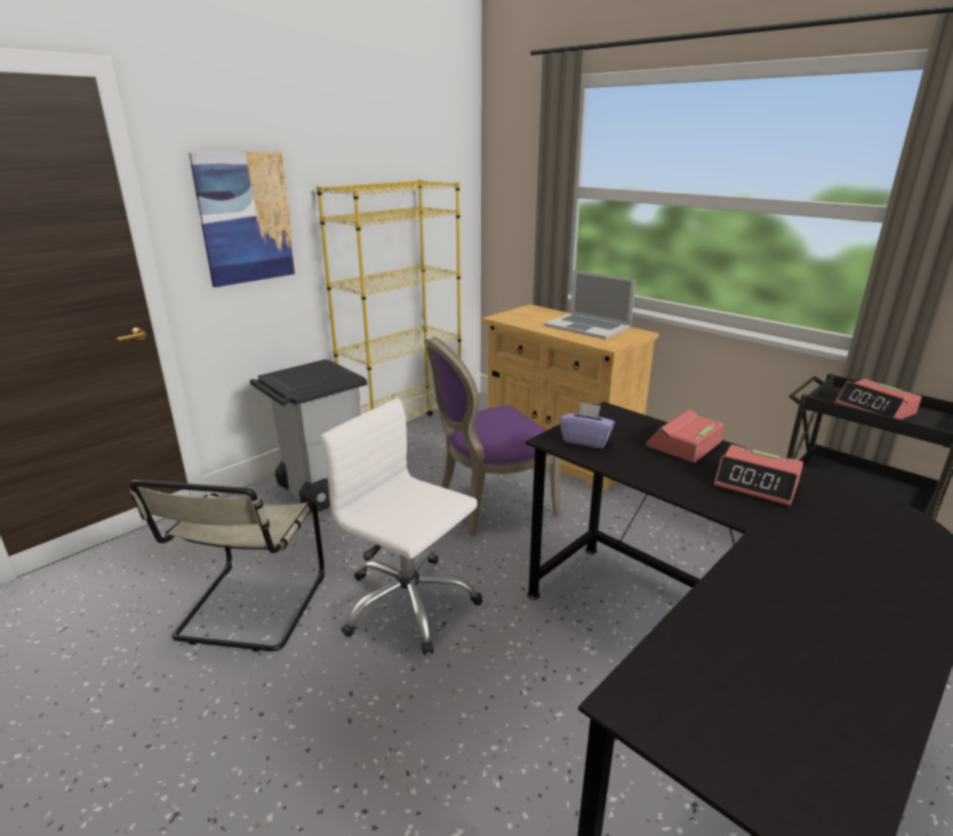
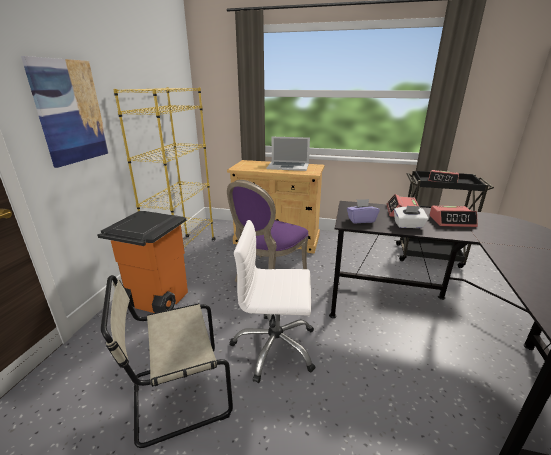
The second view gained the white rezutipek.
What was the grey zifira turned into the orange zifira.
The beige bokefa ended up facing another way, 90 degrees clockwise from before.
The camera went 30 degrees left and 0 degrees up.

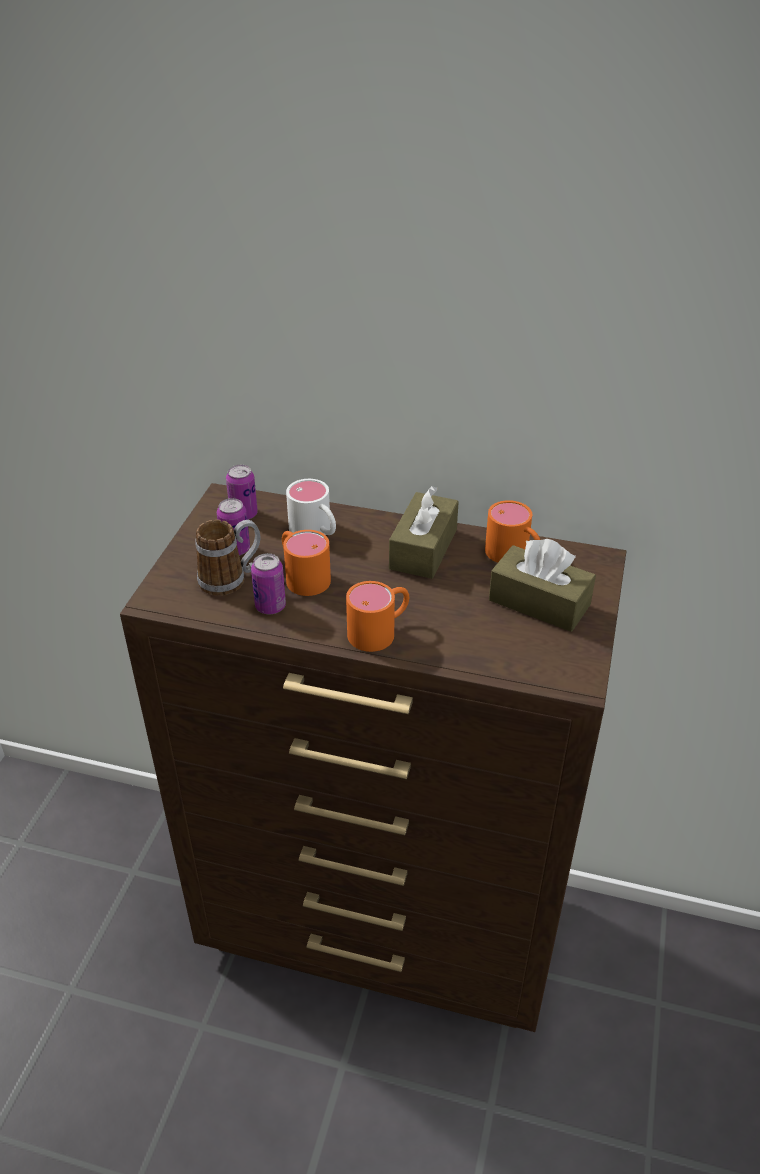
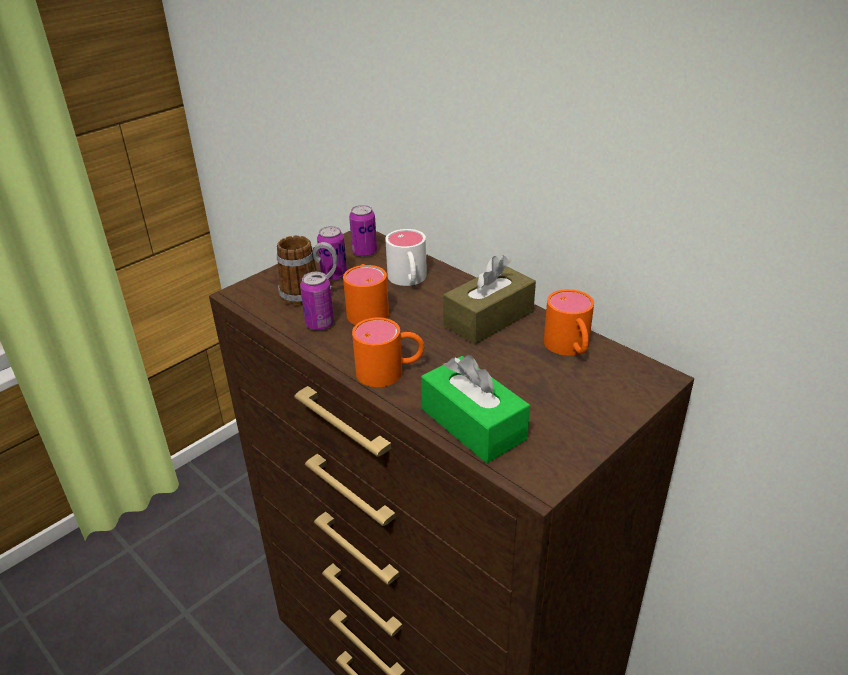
The second view lost the brown rezutipek (2nd from left).
The second view gained the green rezutipek.
The camera went 30 degrees right and 5 degrees down.

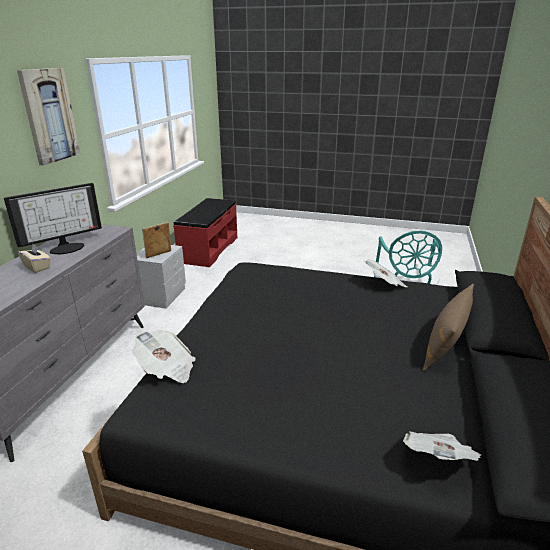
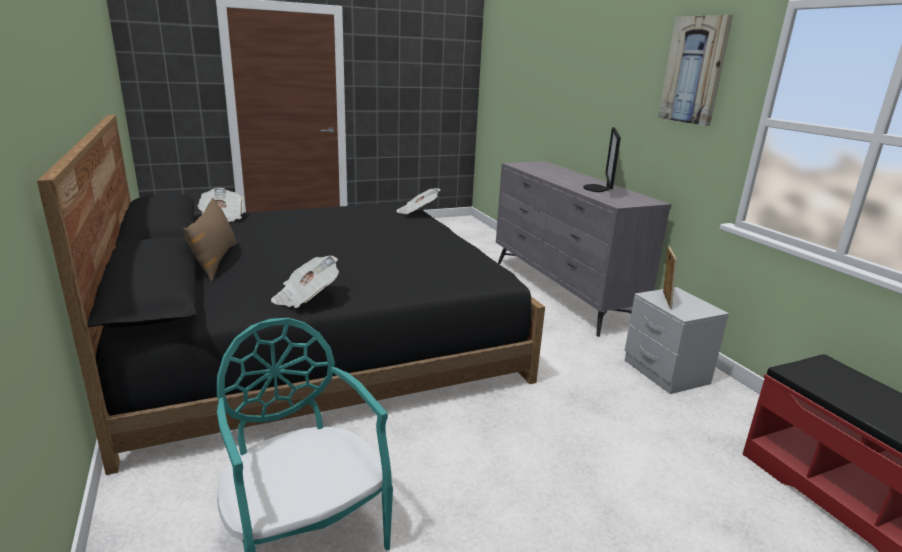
The second view lost the beige rezutipek.
The camera went 140 degrees right and 5 degrees down.

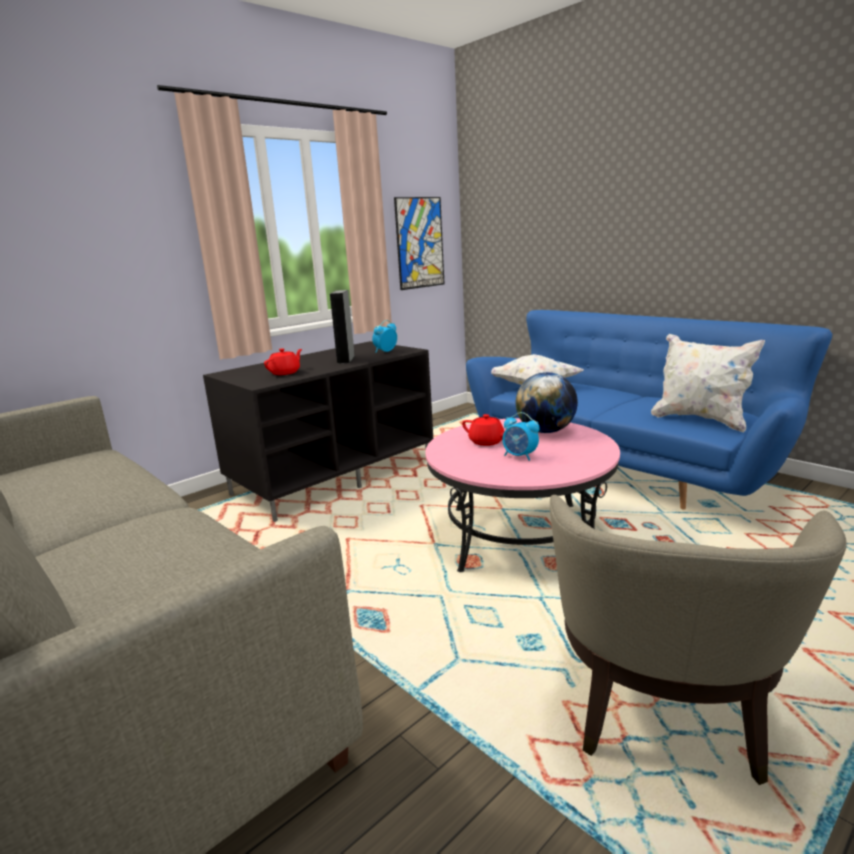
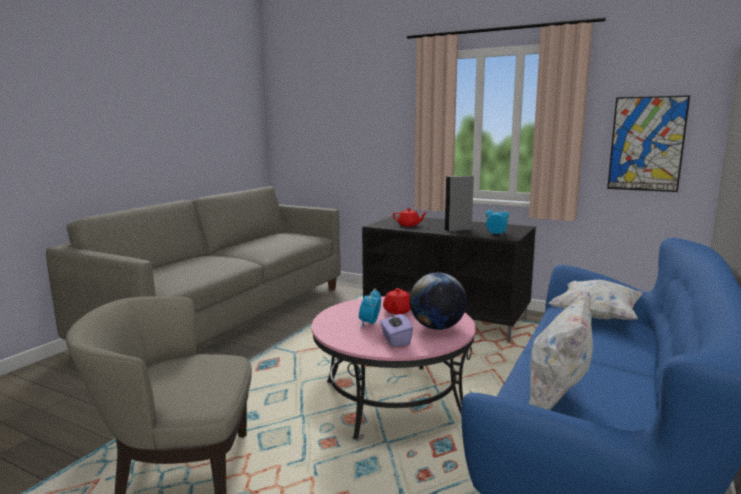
The second view gained the purple rezutipek.
The camera went 70 degrees right and 5 degrees down.

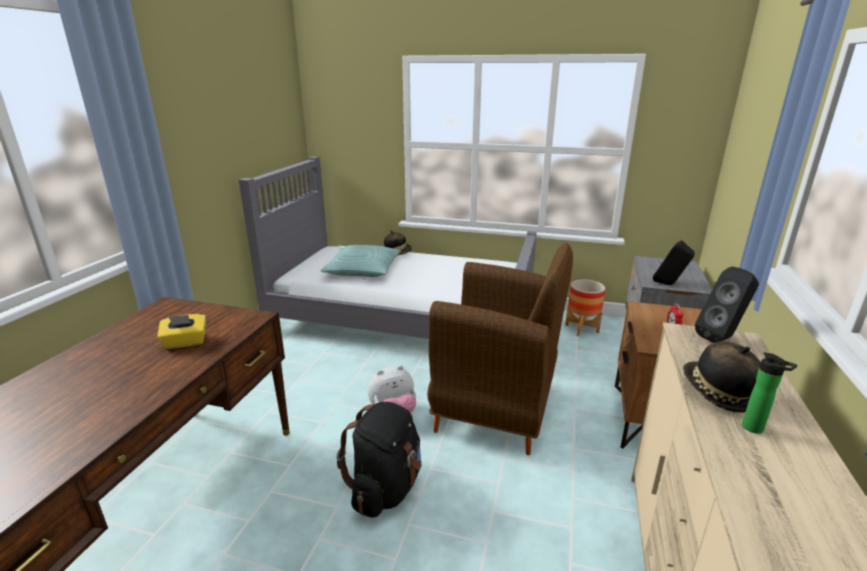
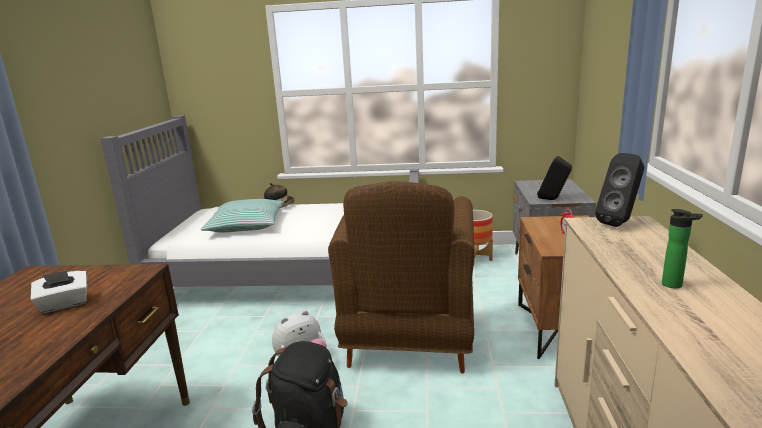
The second view lost the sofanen (2nd from left).
What was the yellow rezutipek turned into the white rezutipek.
The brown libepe ended up facing another way, 90 degrees clockwise from before.
The camera went 10 degrees left and 5 degrees down.

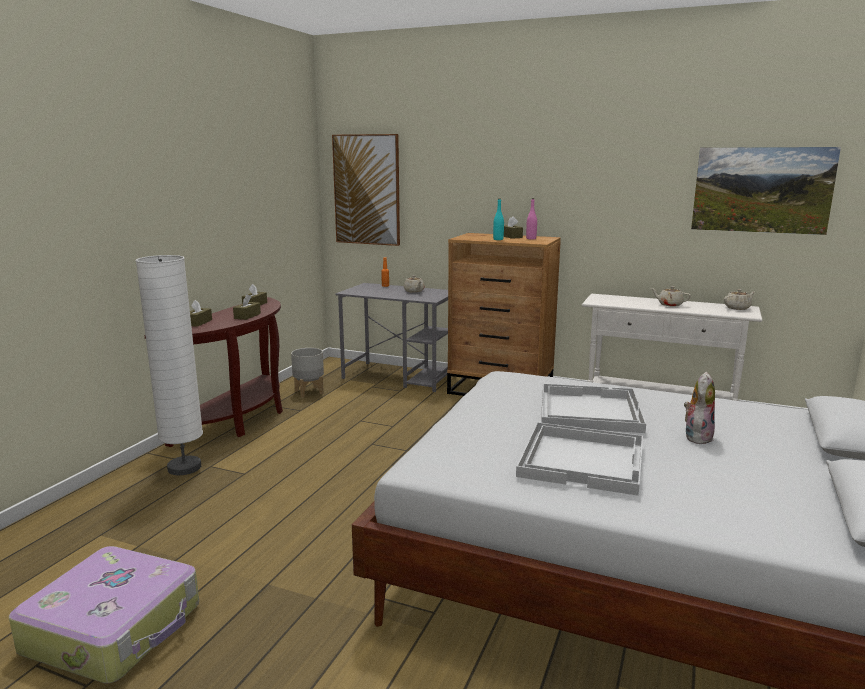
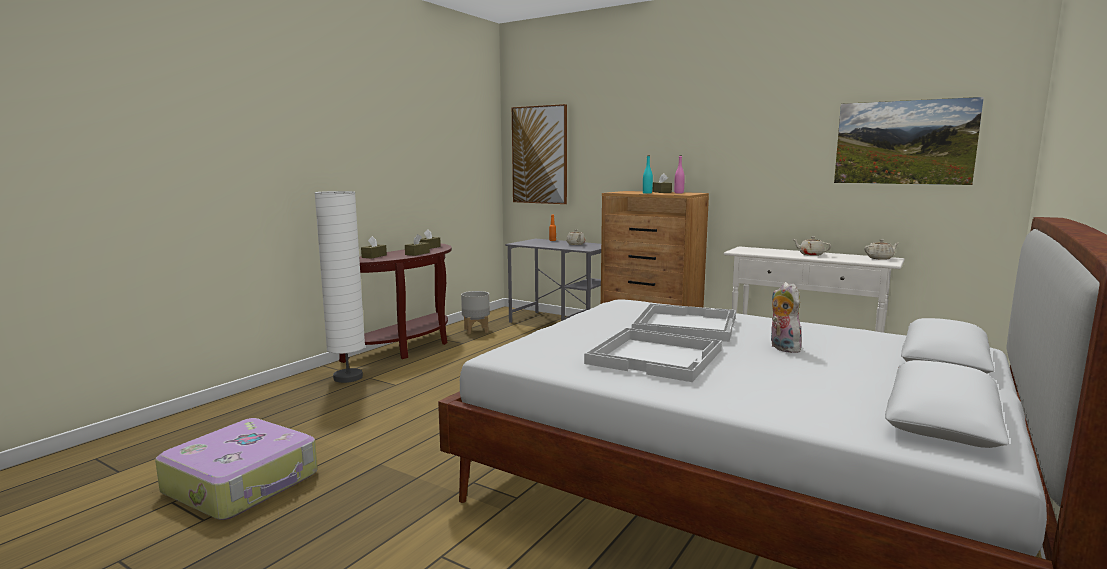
The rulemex ended up facing another way, 60 degrees counterclockwise from before.
The camera went 10 degrees right and 5 degrees down.

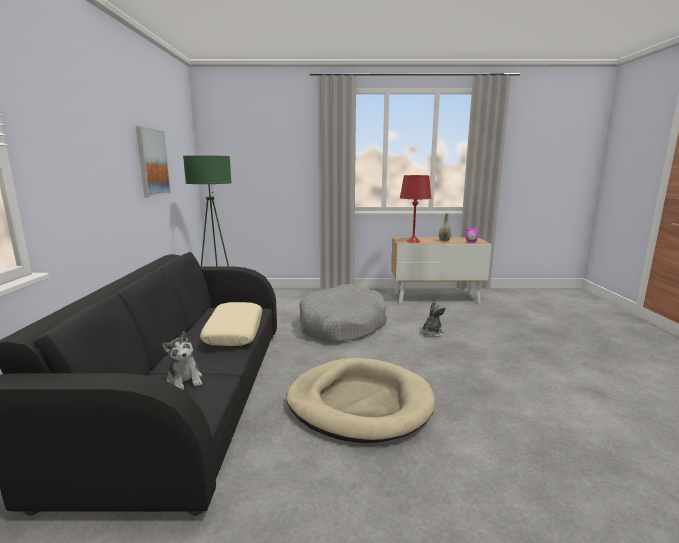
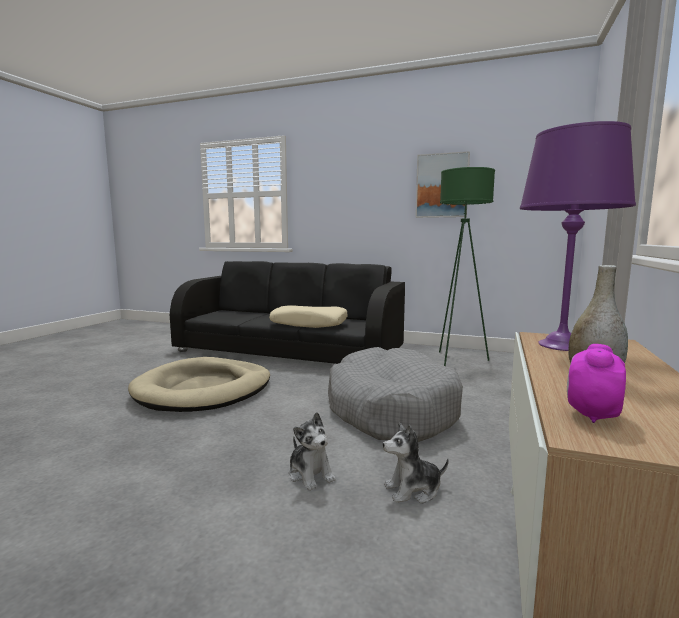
The rulemex (1st from left in the first image) ended up elsewhere.
What was the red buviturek turned into the purple buviturek.
The camera went 110 degrees right and 5 degrees down.

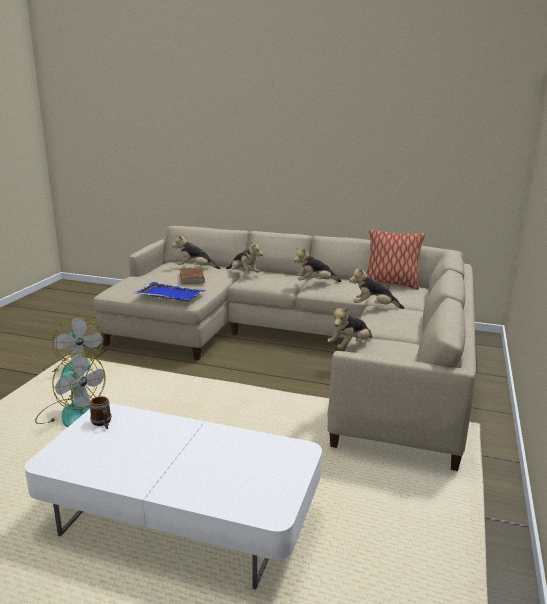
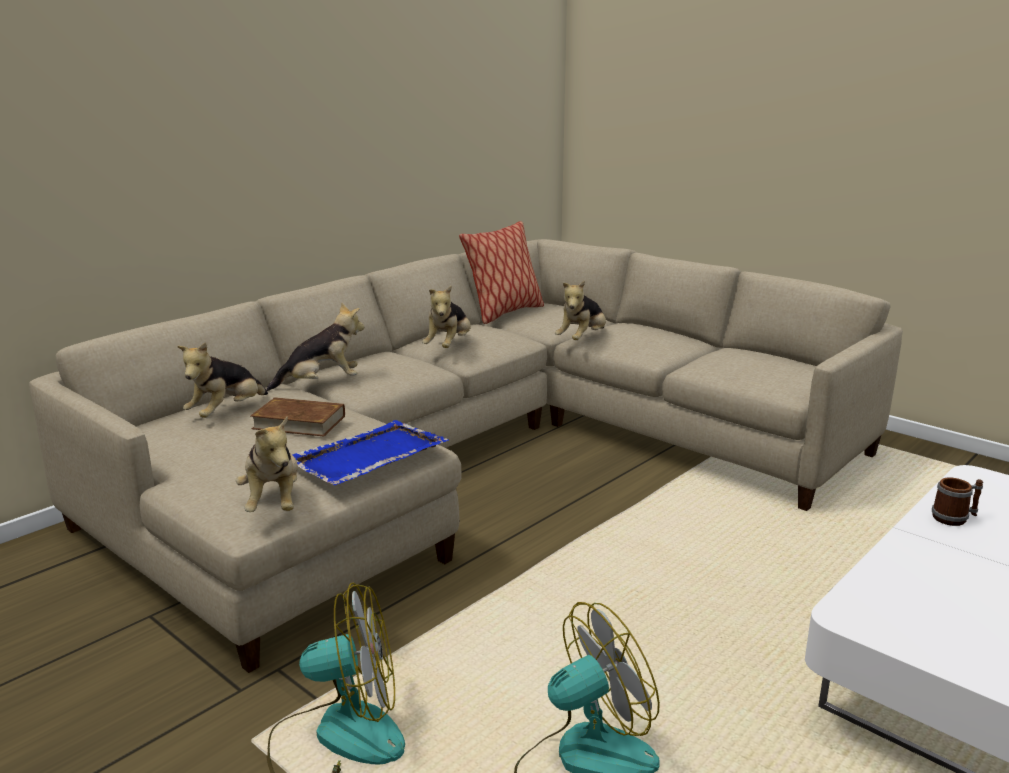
The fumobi ended up elsewhere.
The rulemex (4th from left in the first image) ended up elsewhere.
The camera went 65 degrees left and 0 degrees up.

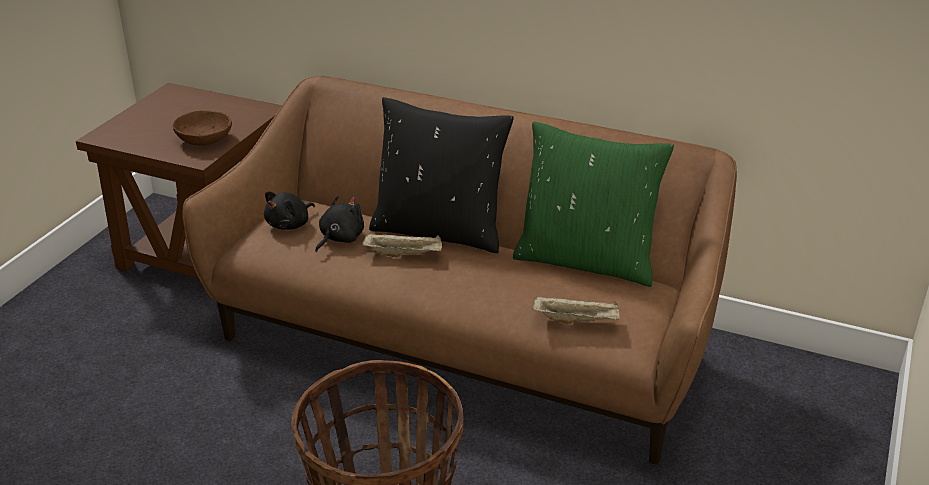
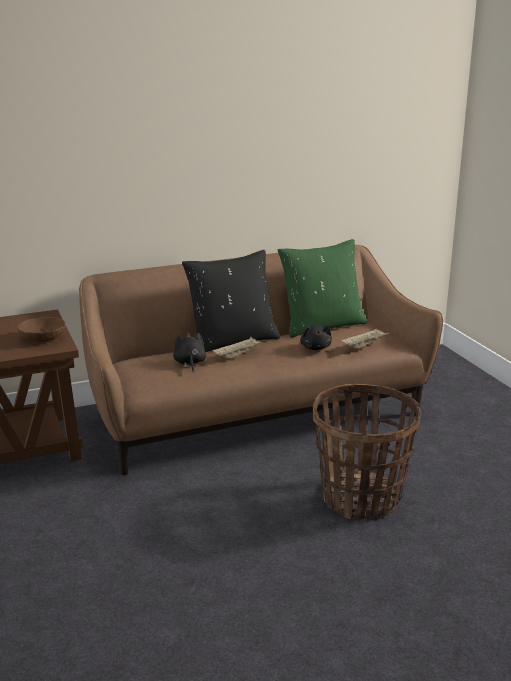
The black rulemex (1st from left in the first image) ended up elsewhere.
The camera went 45 degrees left and 10 degrees down.

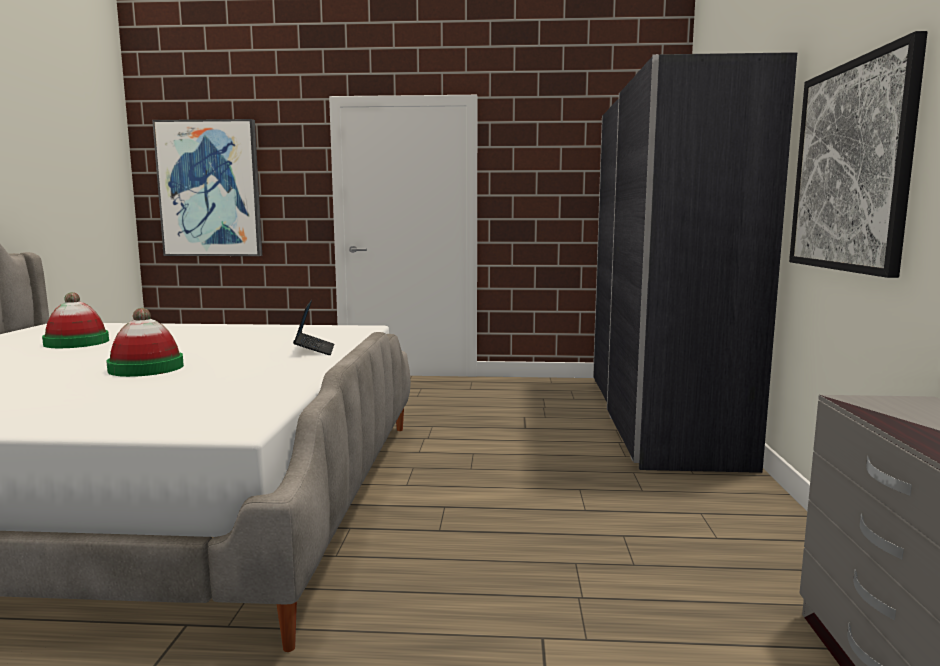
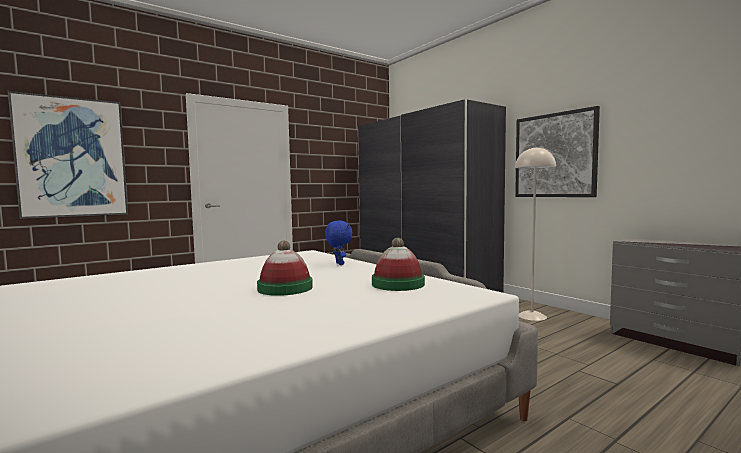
The second view gained the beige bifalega.
The sofanen (1st from left in the first image) ended up elsewhere.
Where the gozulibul stood, the blue rulemex came to stand.
The camera went 40 degrees left and 5 degrees down.

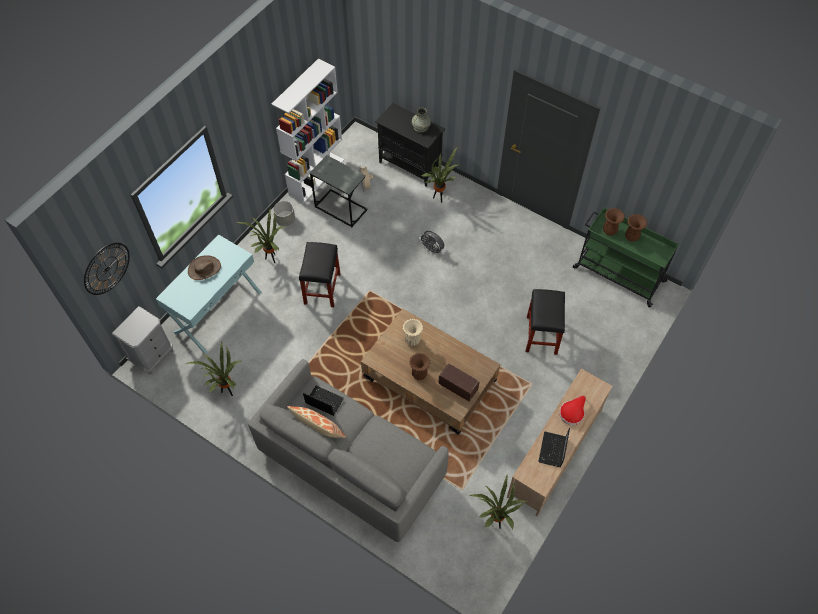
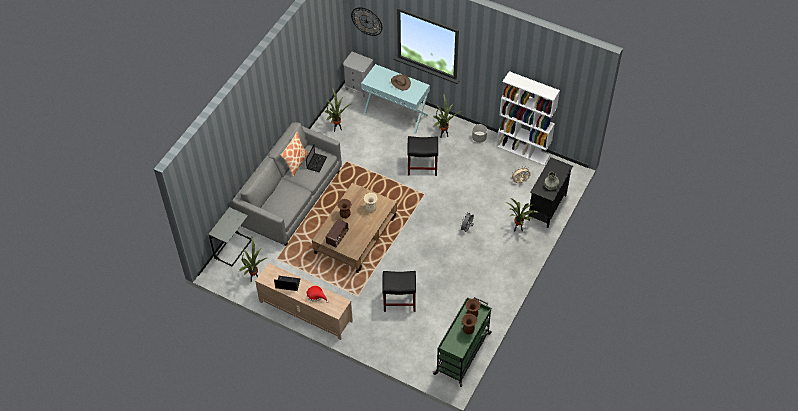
The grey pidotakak ended up elsewhere.
The camera went 85 degrees right and 5 degrees down.

